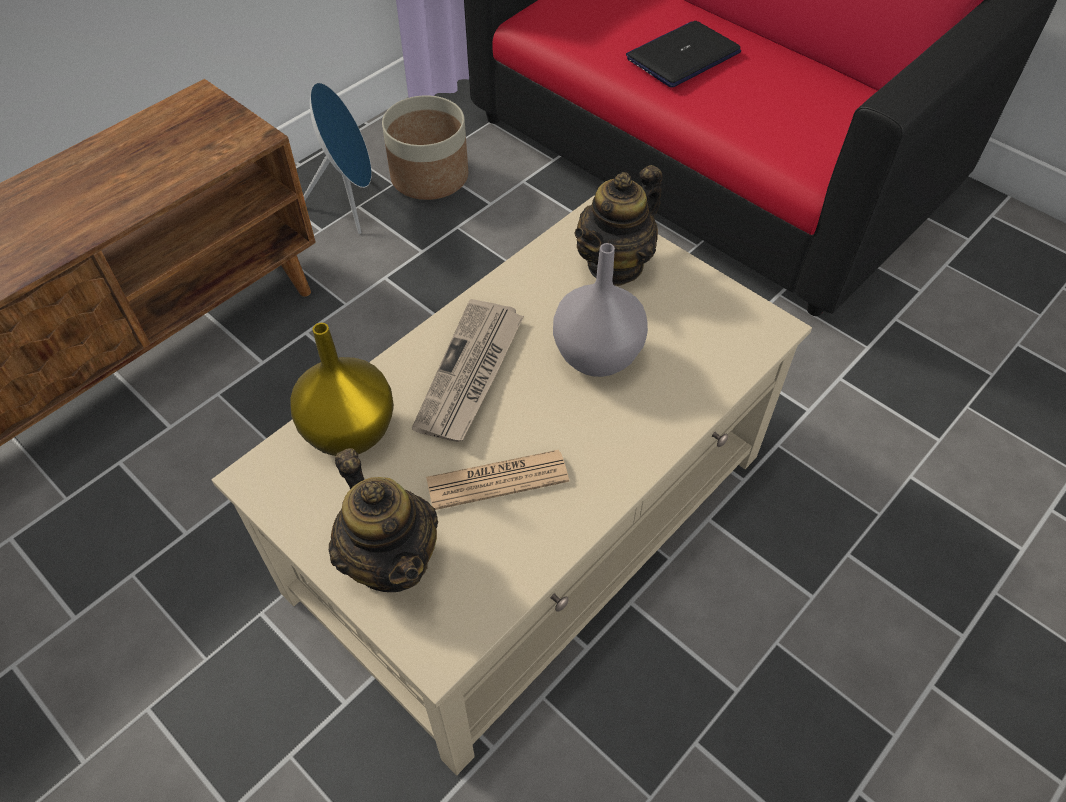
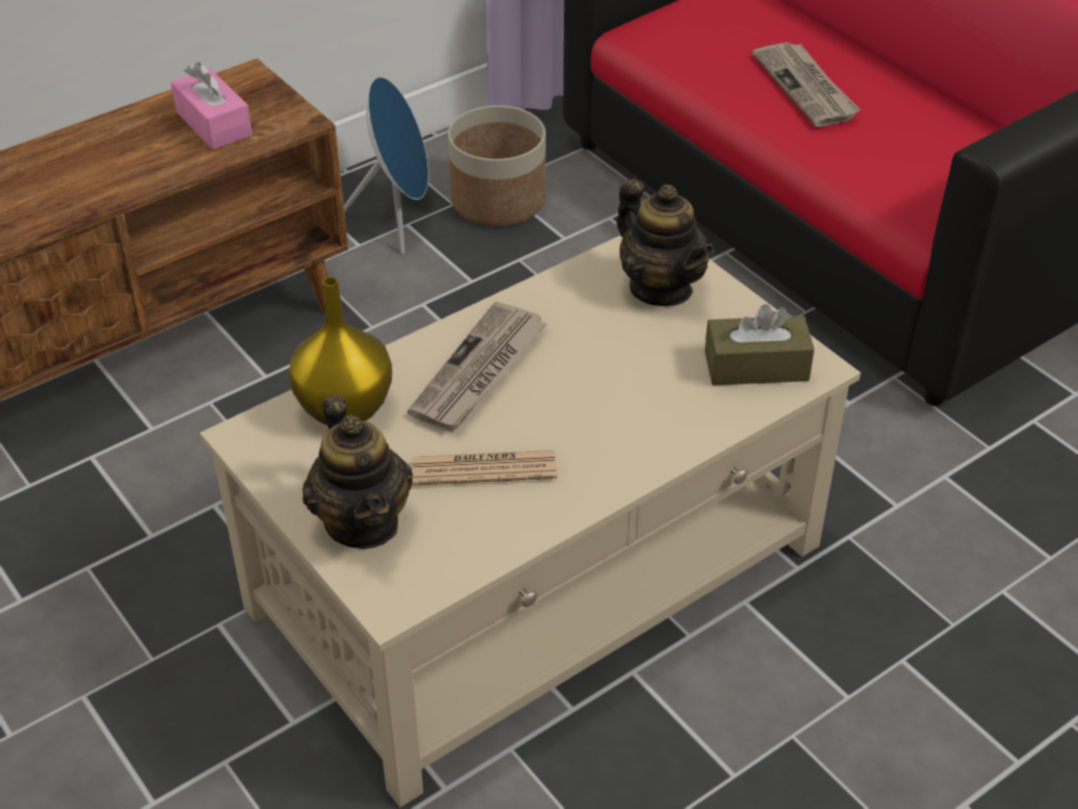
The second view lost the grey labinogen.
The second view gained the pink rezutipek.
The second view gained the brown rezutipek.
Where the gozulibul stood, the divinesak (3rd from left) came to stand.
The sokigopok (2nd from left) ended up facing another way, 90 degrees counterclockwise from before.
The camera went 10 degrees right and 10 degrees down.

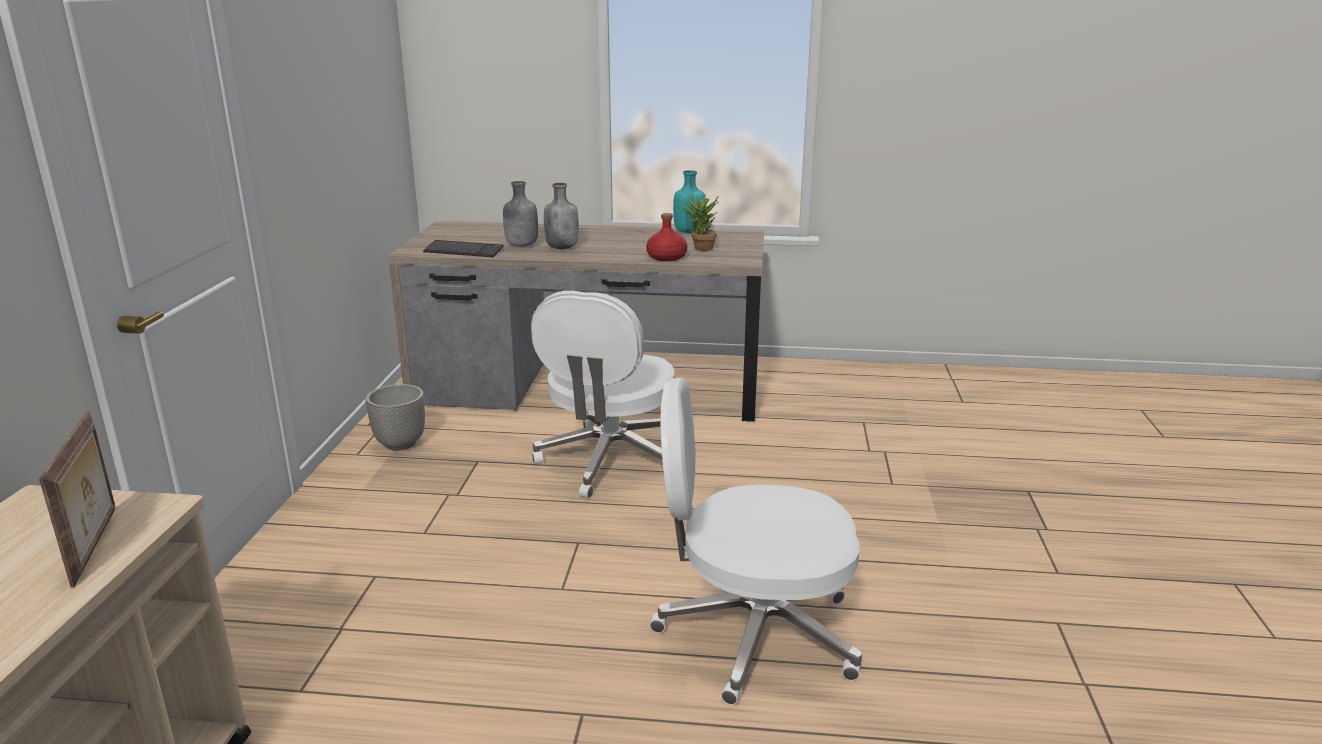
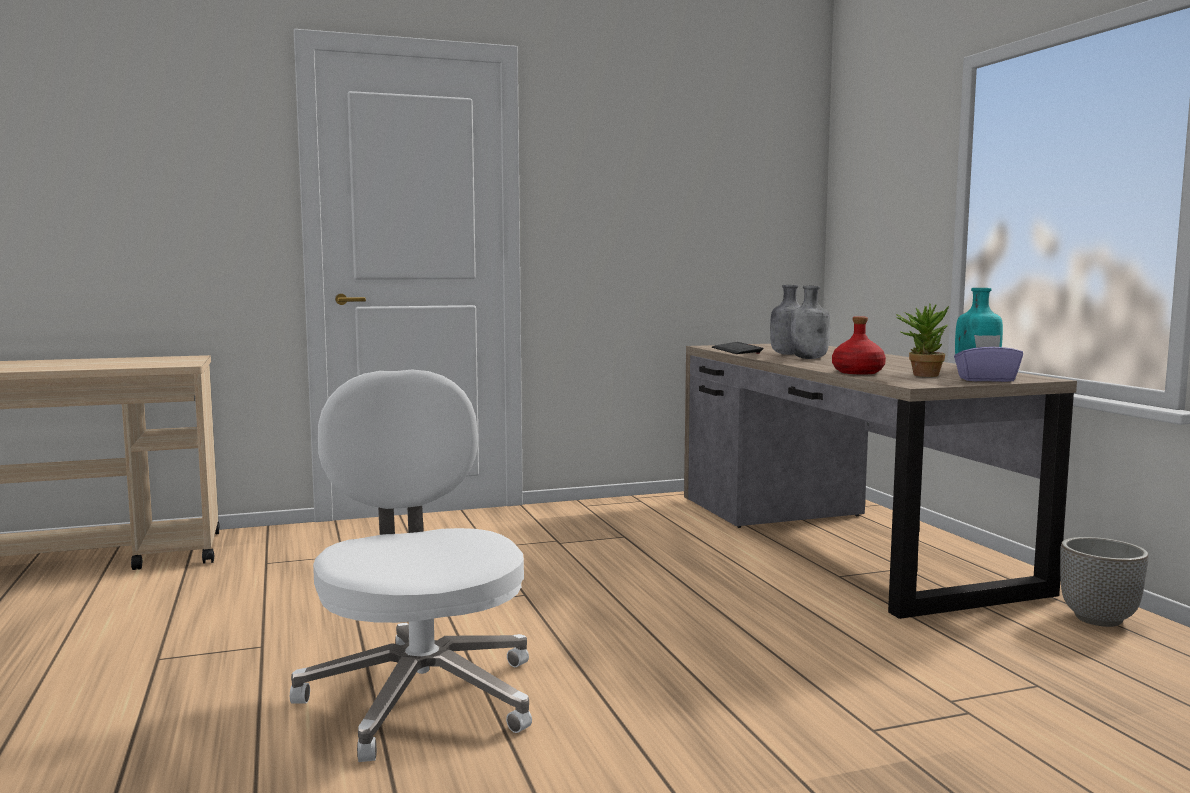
The second view lost the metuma.
The second view lost the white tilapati (1st from left).
The second view gained the purple rezutipek.
The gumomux ended up elsewhere.
The camera went 65 degrees right and 15 degrees down.

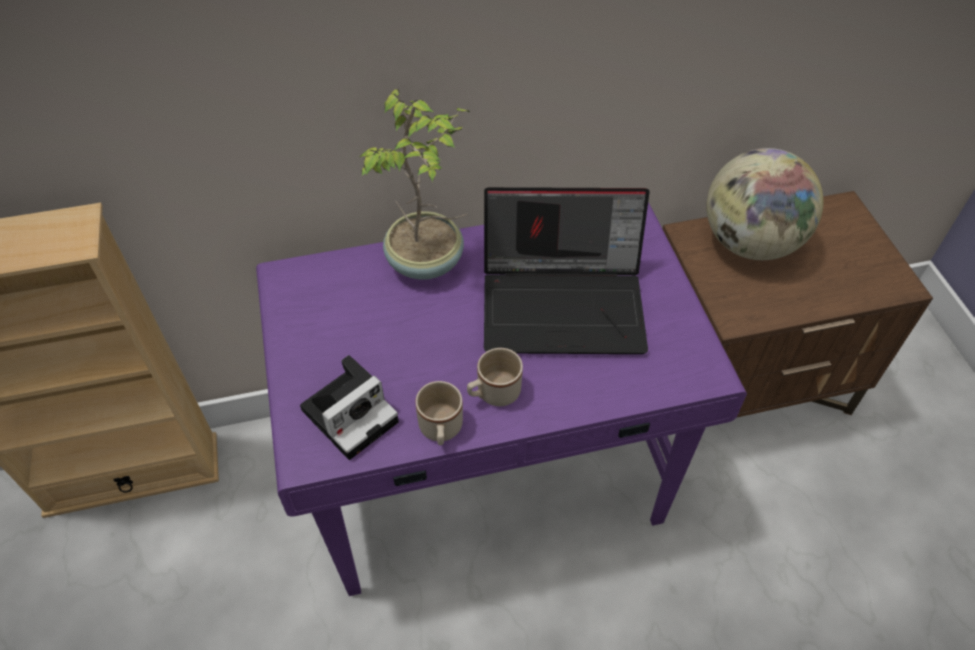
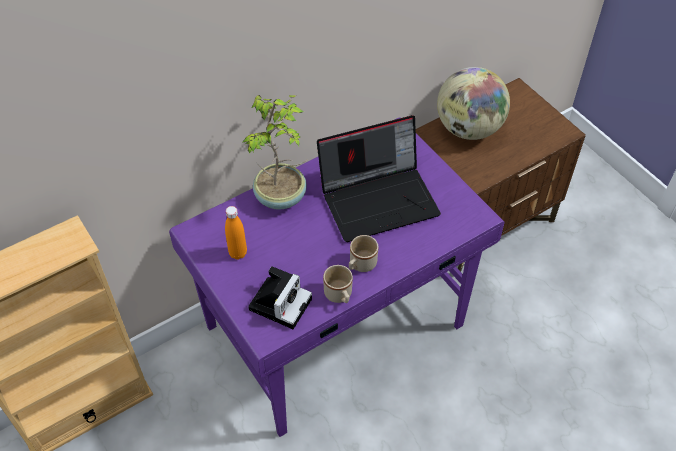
The second view gained the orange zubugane.
The camera went 20 degrees left and 0 degrees up.

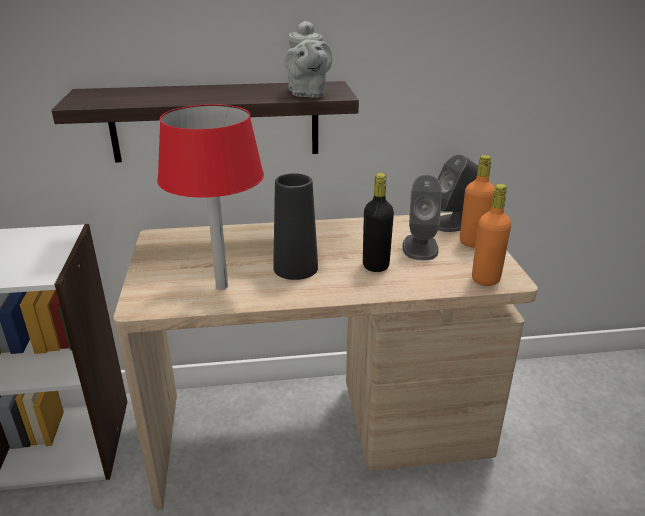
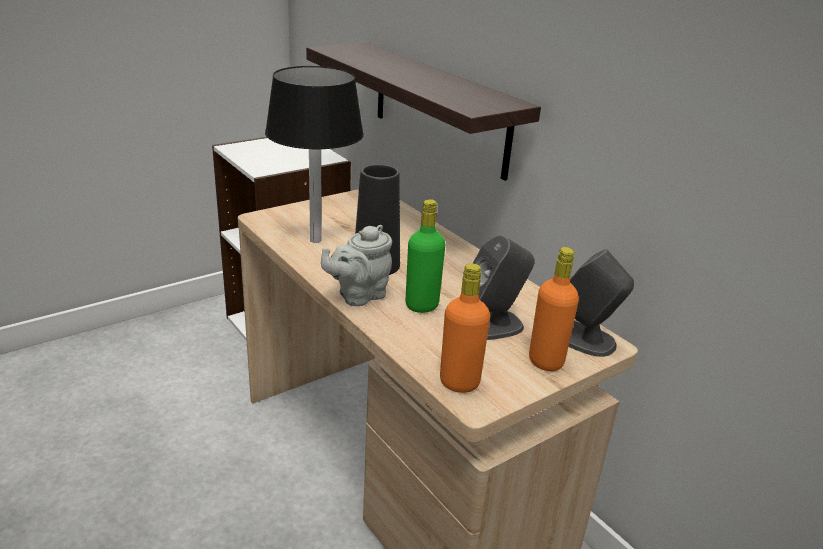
The grey sokigopok ended up elsewhere.
What was the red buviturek turned into the black buviturek.
What was the black zubugane turned into the green zubugane.
The camera went 60 degrees right and 0 degrees up.

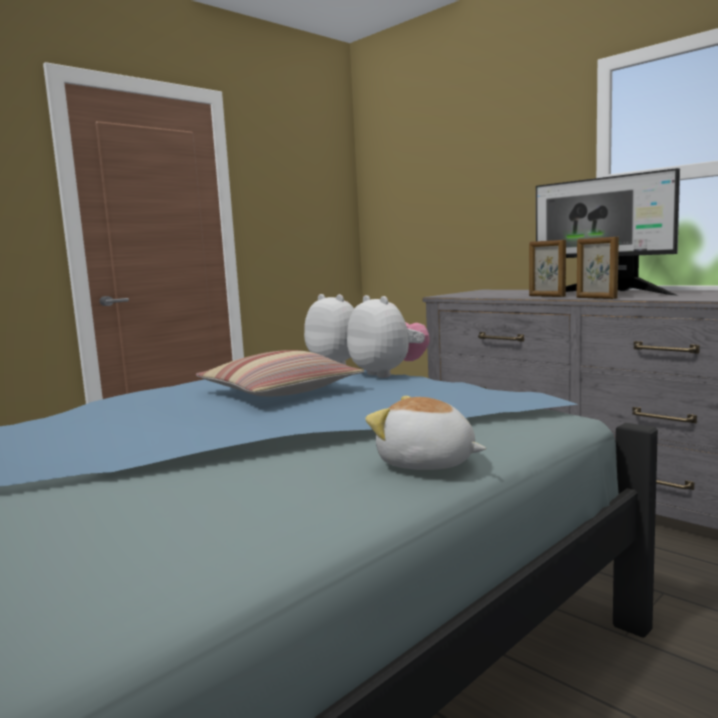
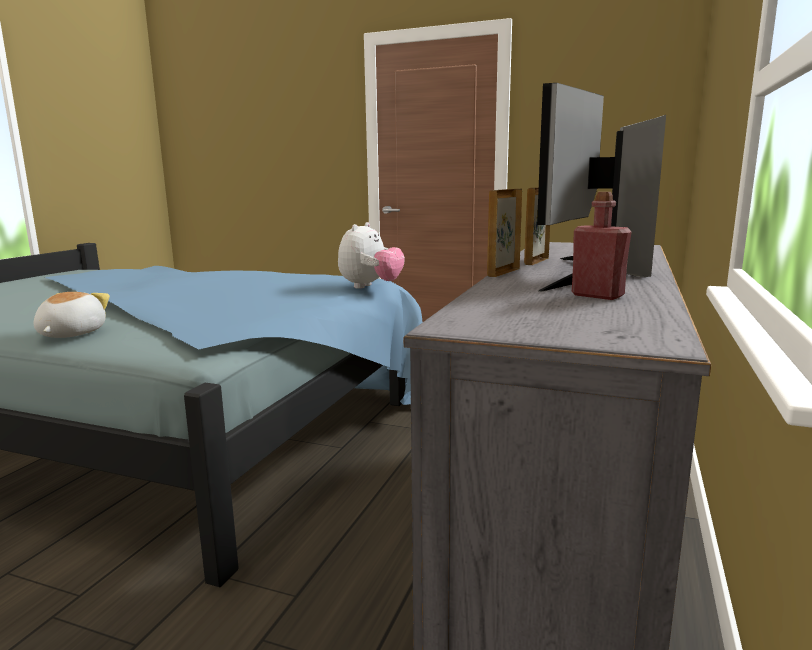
The second view lost the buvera.
The second view lost the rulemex (2nd from left).
The second view gained the red zubugane.
The camera went 65 degrees right and 5 degrees up.

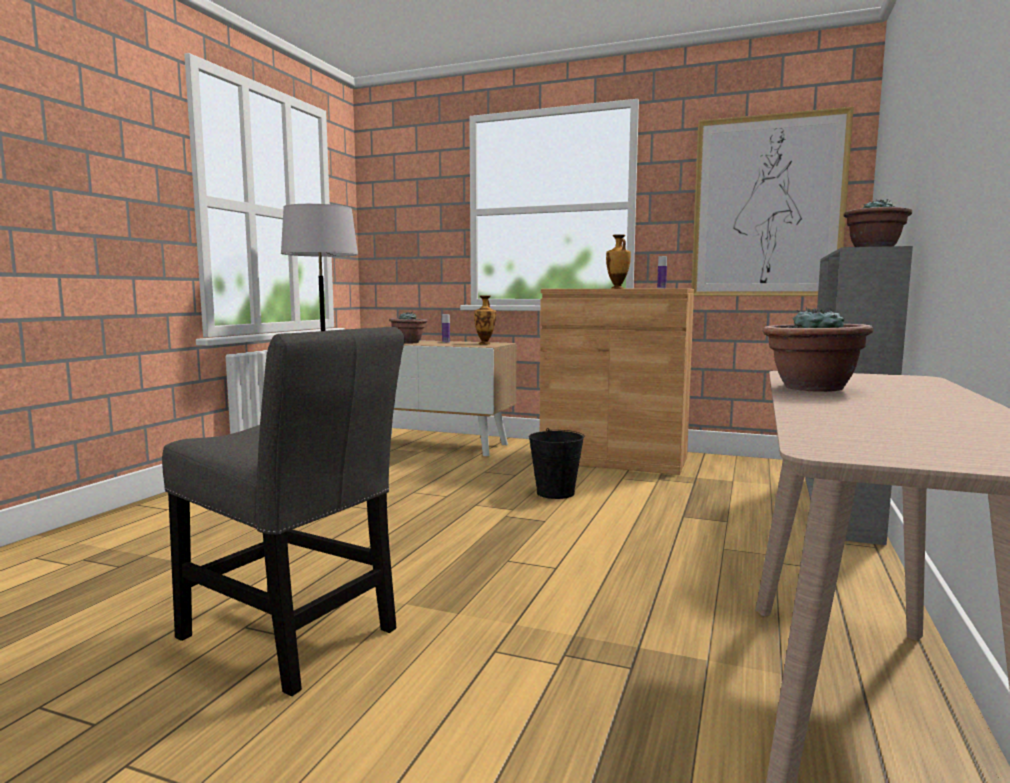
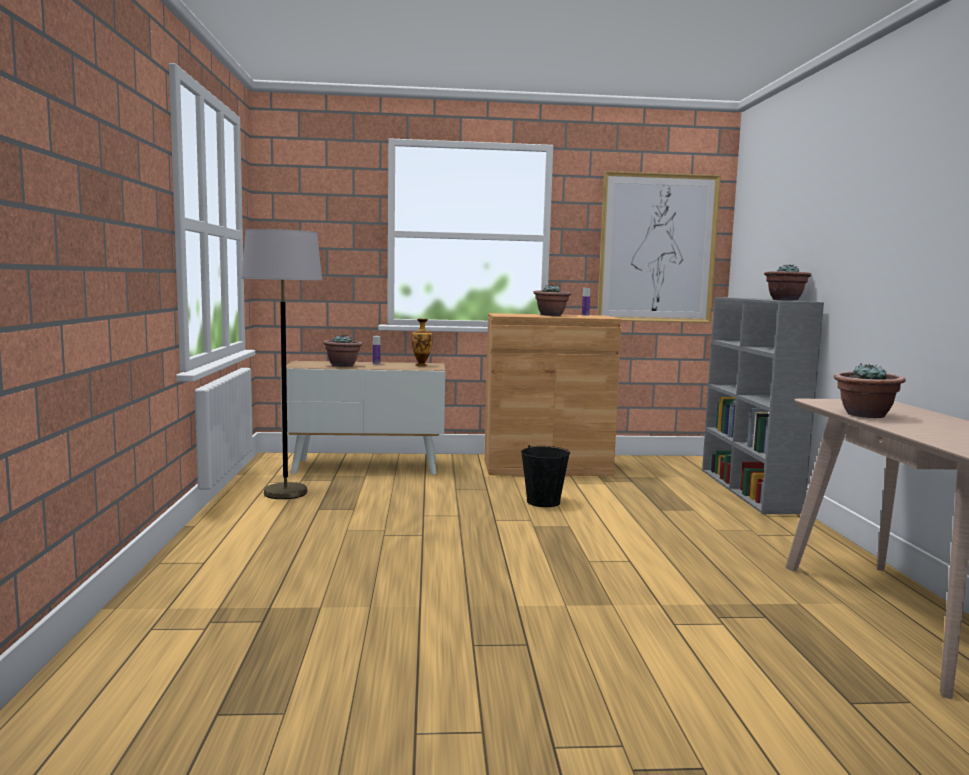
The second view lost the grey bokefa.
Where the labinogen (2nd from left) stood, the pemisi (2nd from left) came to stand.
The camera went 25 degrees left and 0 degrees up.

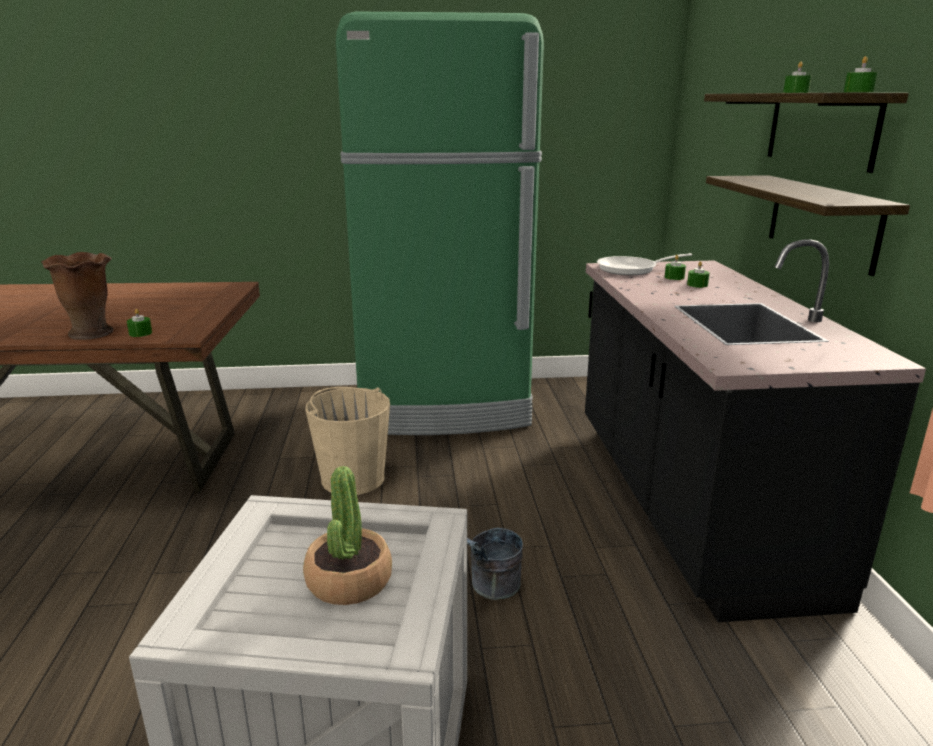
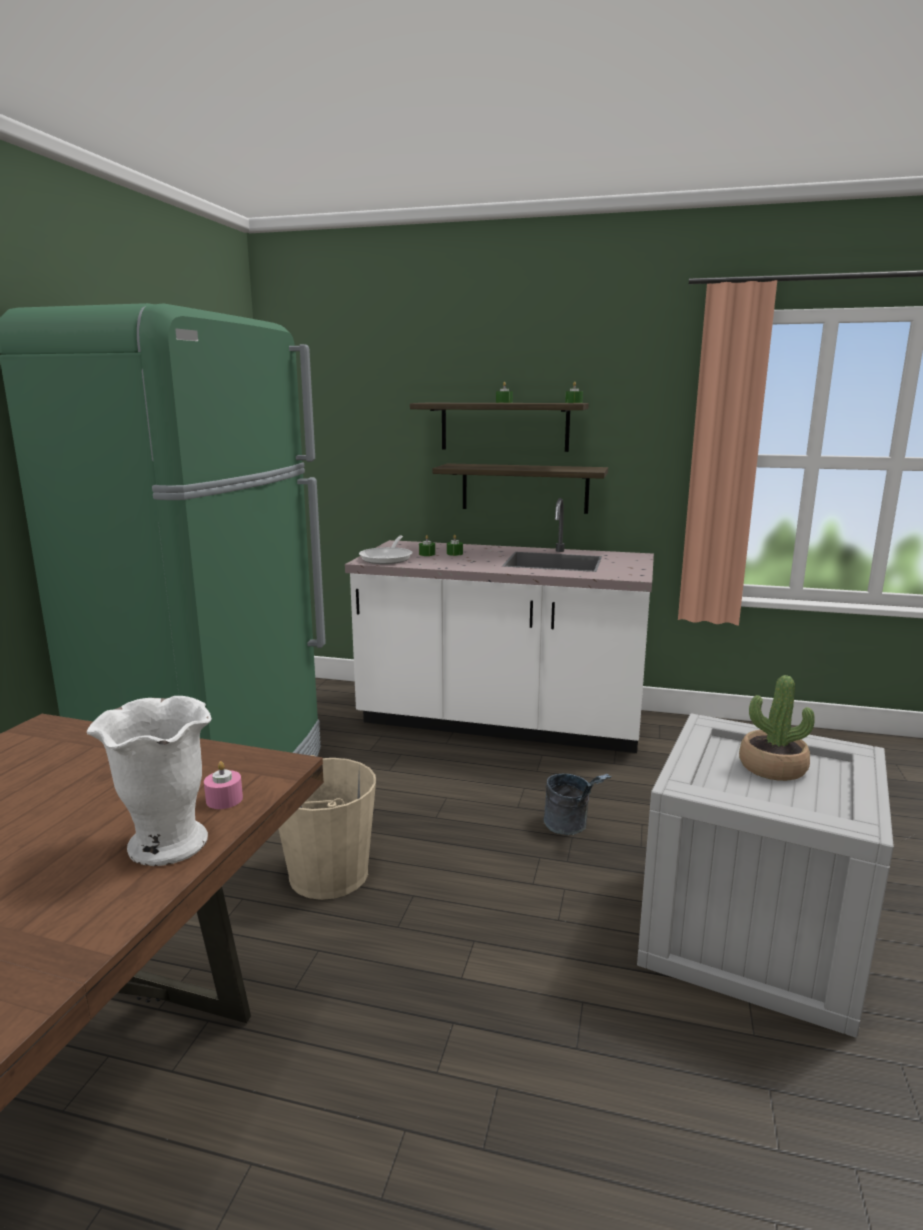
What was the brown labinogen turned into the white labinogen.
What was the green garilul (1st from left) turned into the pink garilul.
What was the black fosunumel turned into the white fosunumel.
The camera went 70 degrees left and 5 degrees down.

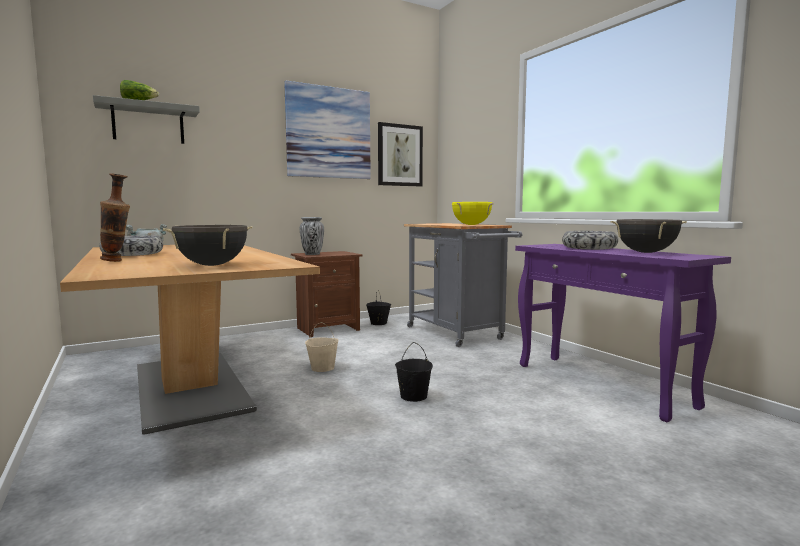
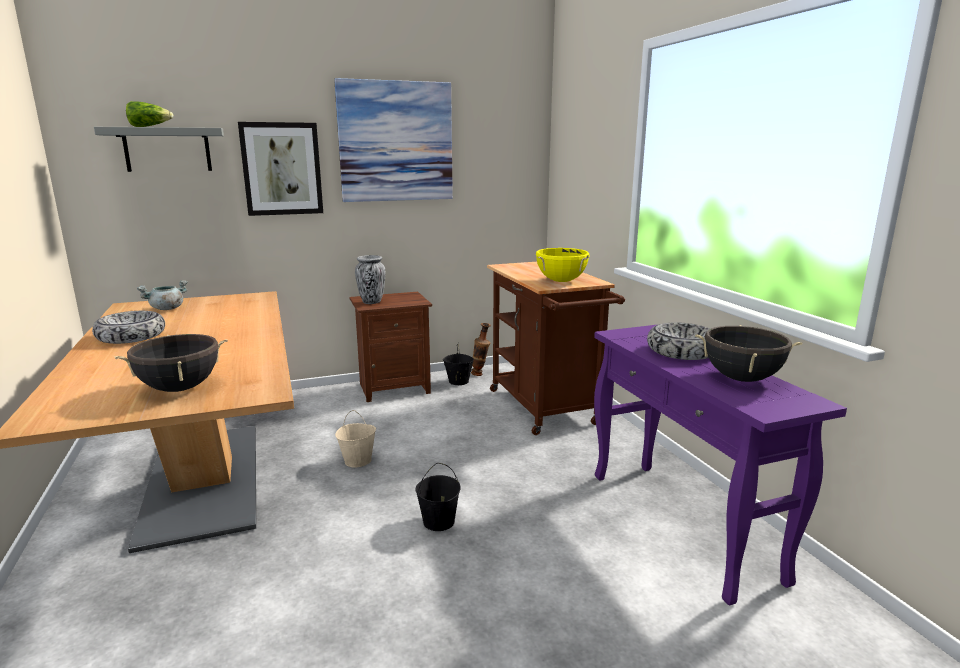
The labinogen (1st from left in the first image) ended up elsewhere.
The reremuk (2nd from left in the first image) ended up elsewhere.
What was the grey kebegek turned into the brown kebegek.
The camera went 10 degrees right and 10 degrees up.

